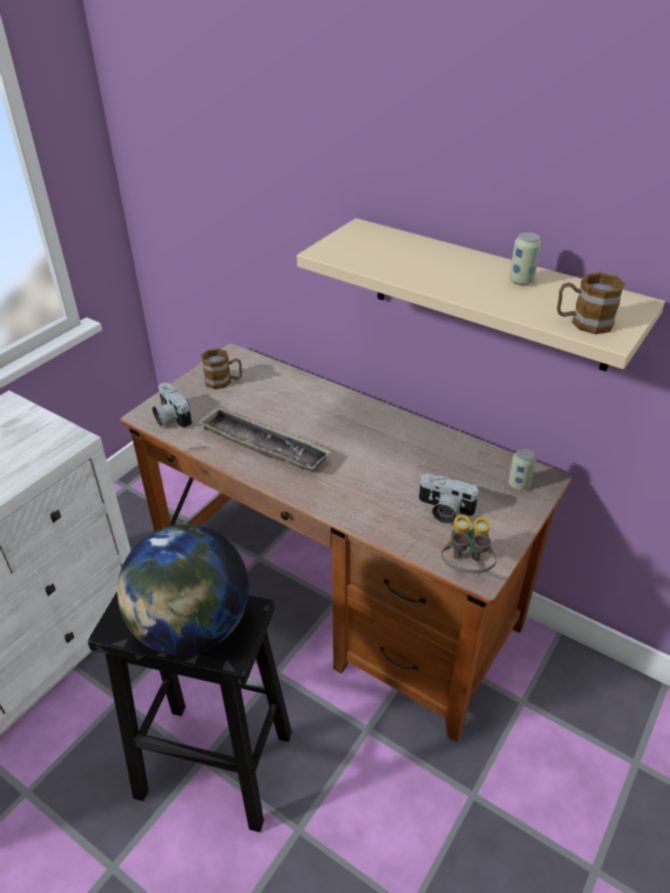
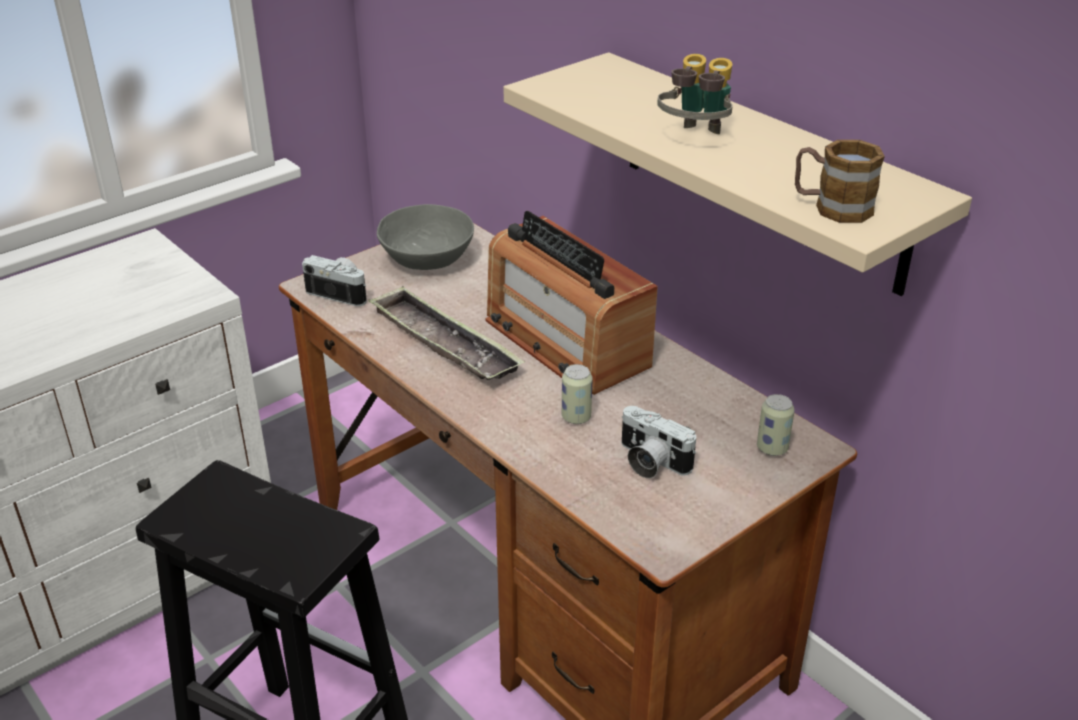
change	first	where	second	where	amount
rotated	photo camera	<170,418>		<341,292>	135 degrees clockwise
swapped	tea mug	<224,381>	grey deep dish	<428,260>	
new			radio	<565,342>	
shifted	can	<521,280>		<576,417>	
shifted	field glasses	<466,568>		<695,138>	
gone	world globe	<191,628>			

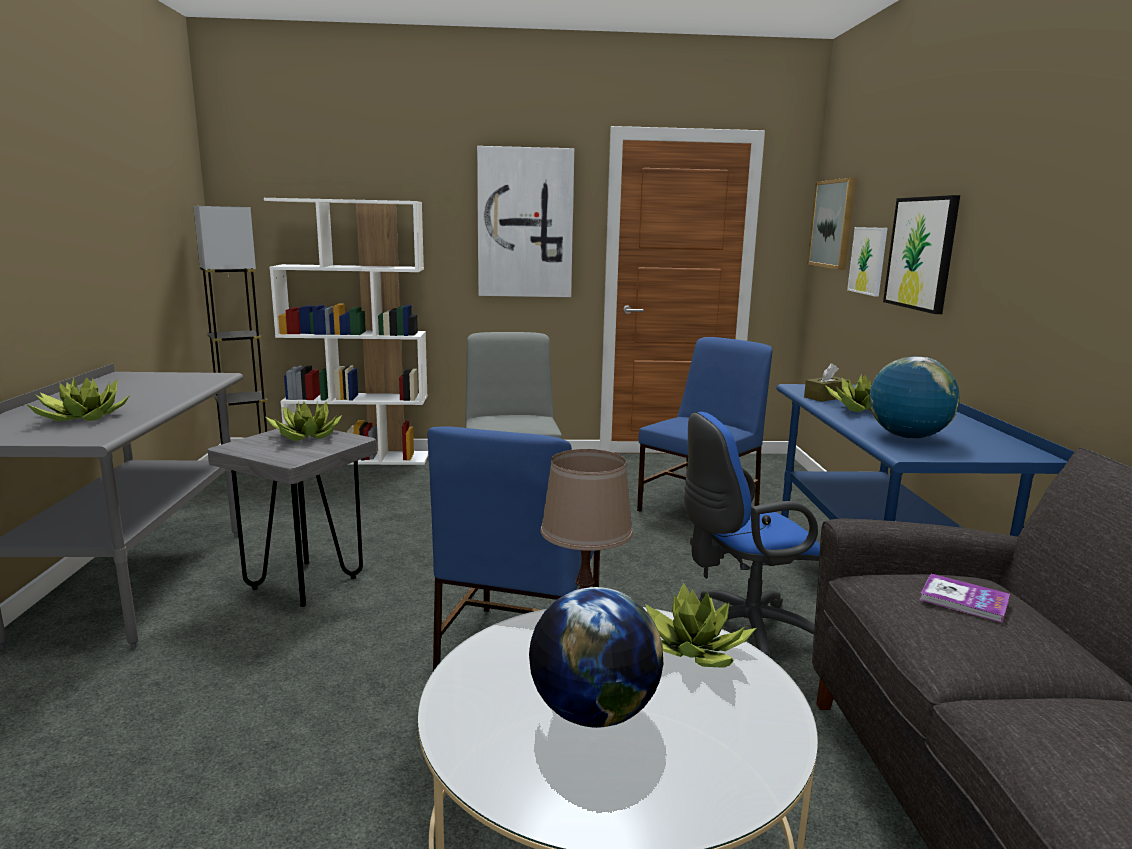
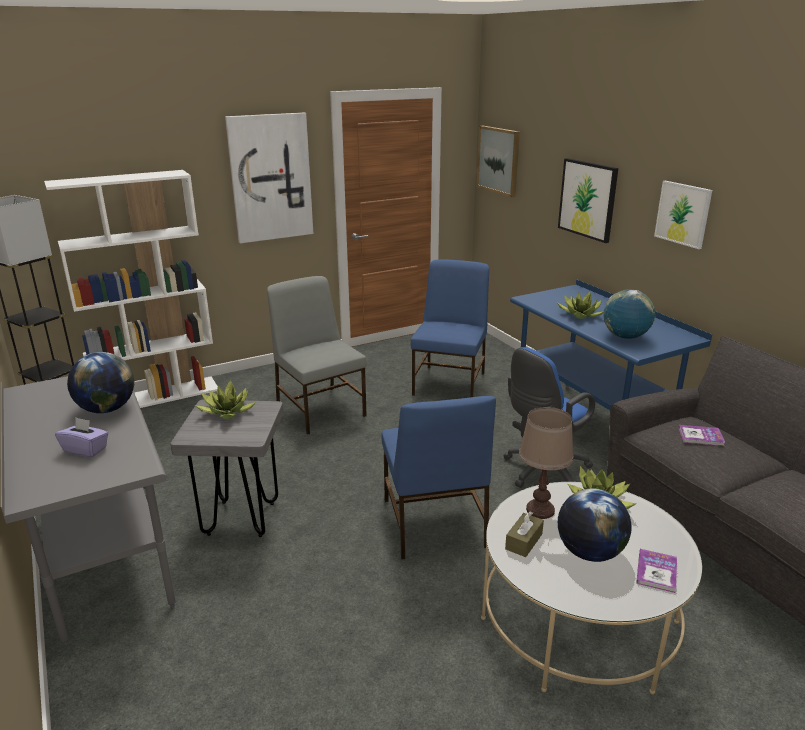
change	first	where	second	where	amount
swapped	potted plant	<80,417>	purplish box of tissues	<86,449>	
new			world globe	<106,409>	
shifted	brown box of tissues	<826,397>		<524,541>	
new			book	<656,571>	
shifted	picture	<868,260>		<683,214>	

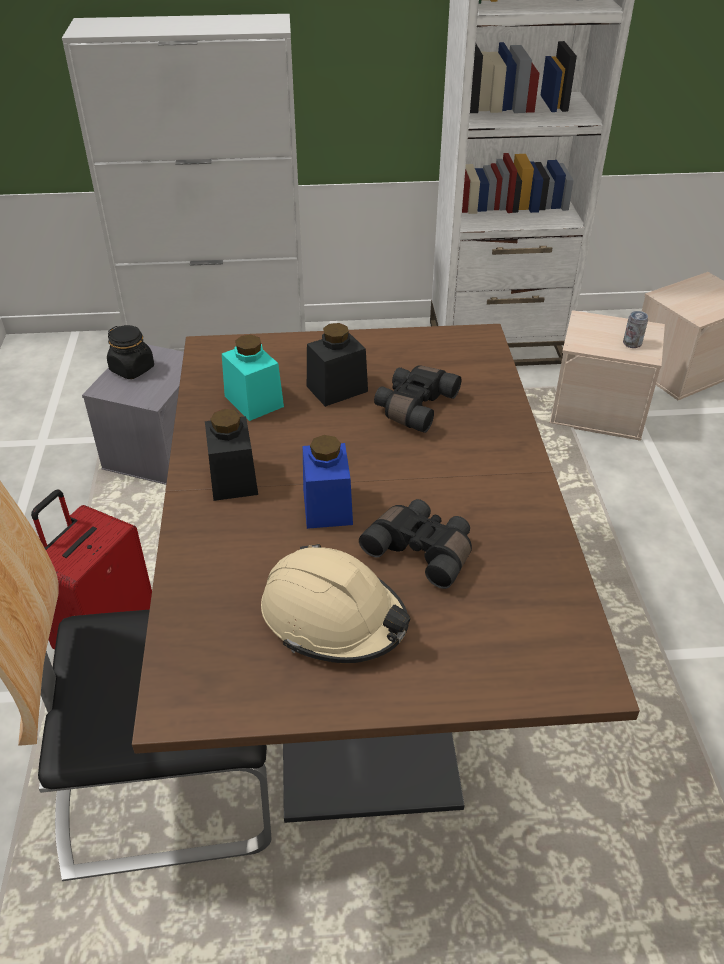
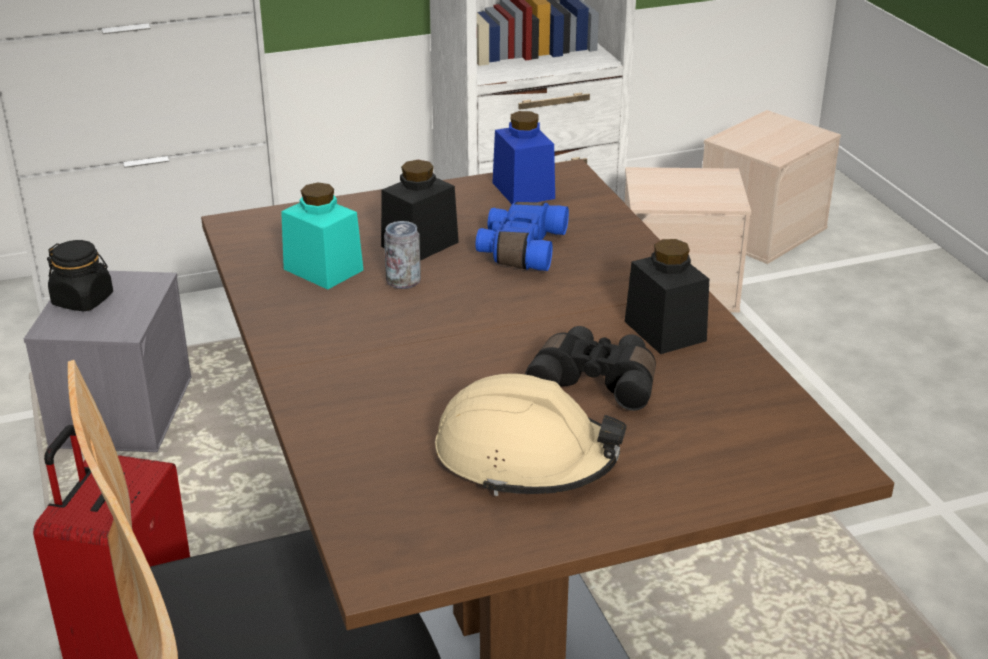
change	first	where	second	where	amount
shifted	can	<632,343>		<403,281>	
repainted	black-coloured field glasses	<413,406>	blue-coloured field glasses	<519,249>	
shifted	blue-coloured preserve jar	<327,506>		<523,190>	
shifted	black-coloured preserve jar	<233,479>		<665,331>	

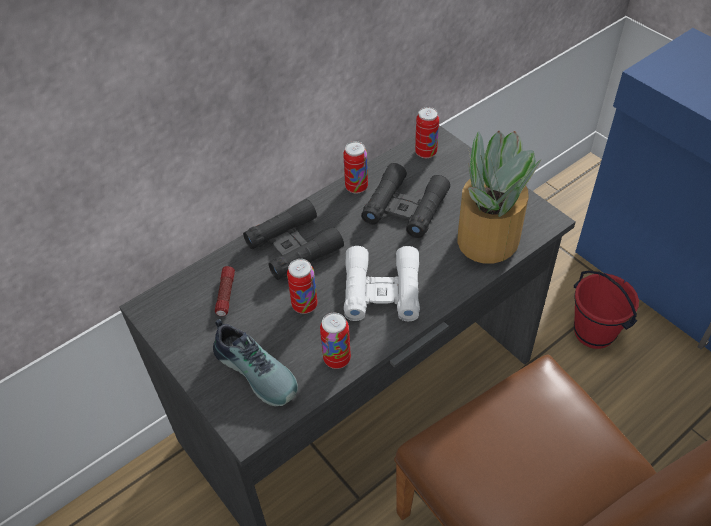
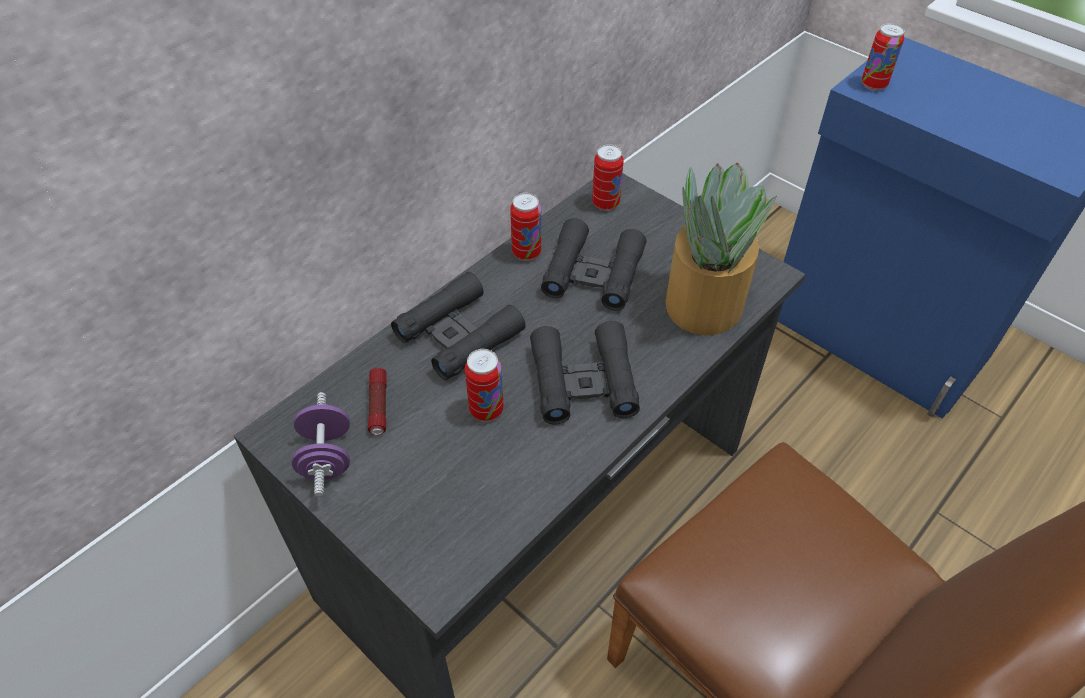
change	first	where	second	where	amount
new			purplish hand weight	<326,457>	
repainted	whitish field glasses	<382,290>	black-coloured field glasses	<583,381>	
shifted	can	<337,359>		<873,85>	
gone	shoe	<258,370>			
gone	reddish pail	<593,333>			

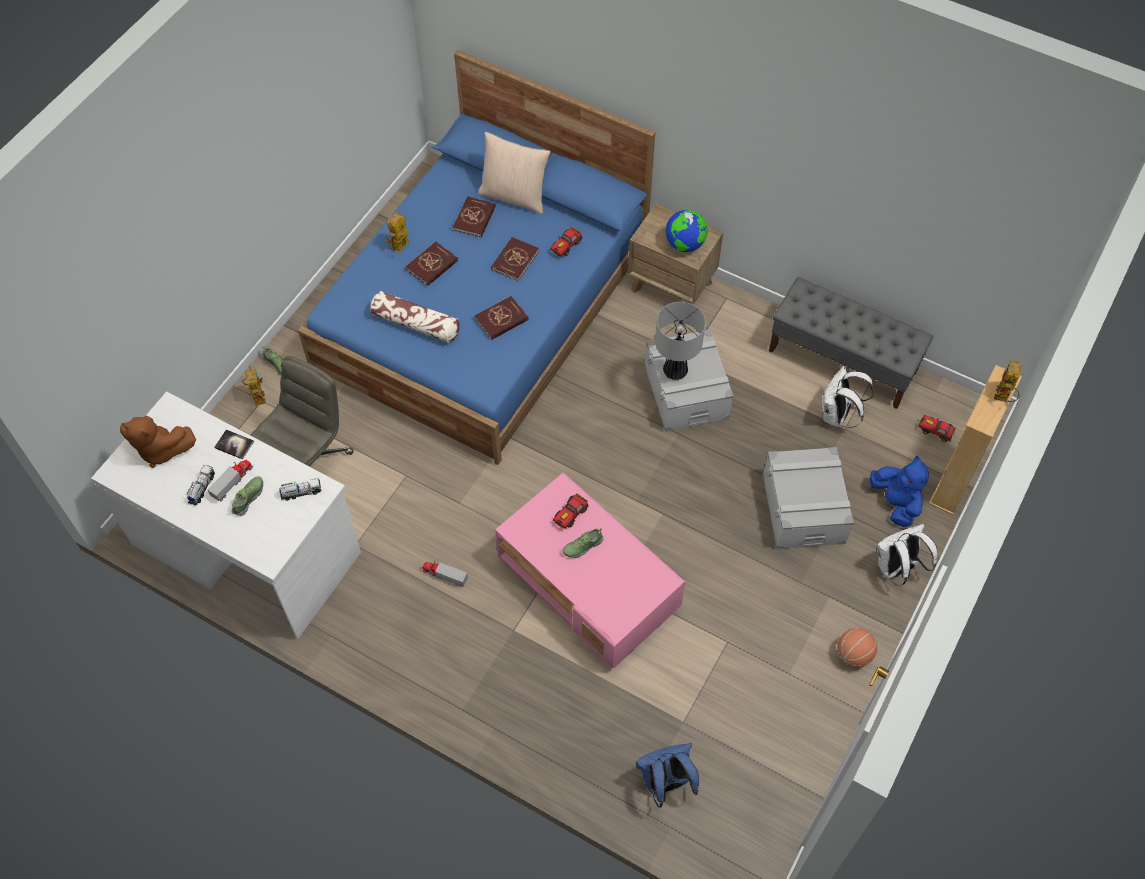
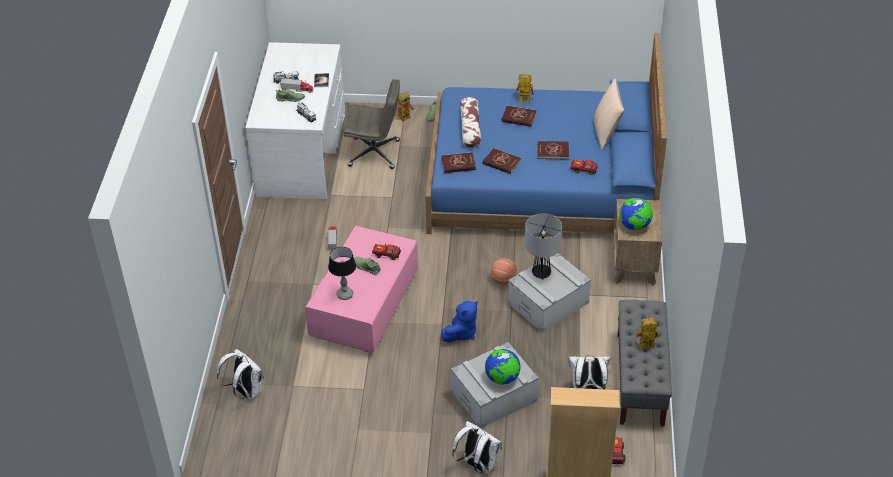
change	first	where	second	where	amount
repainted	blue-coloured backpack	<665,783>	whitish backpack	<245,391>	
new			table lamp	<344,294>	
shifted	reddish book	<474,218>		<458,164>	
shifted	blue-coloured plush toy	<895,502>		<461,333>	
new			world globe	<502,378>	
shifted	ball for basketball	<853,654>		<503,280>	
shifted	toy robot	<1002,398>		<643,346>	
gone	brown plush toy	<160,450>			

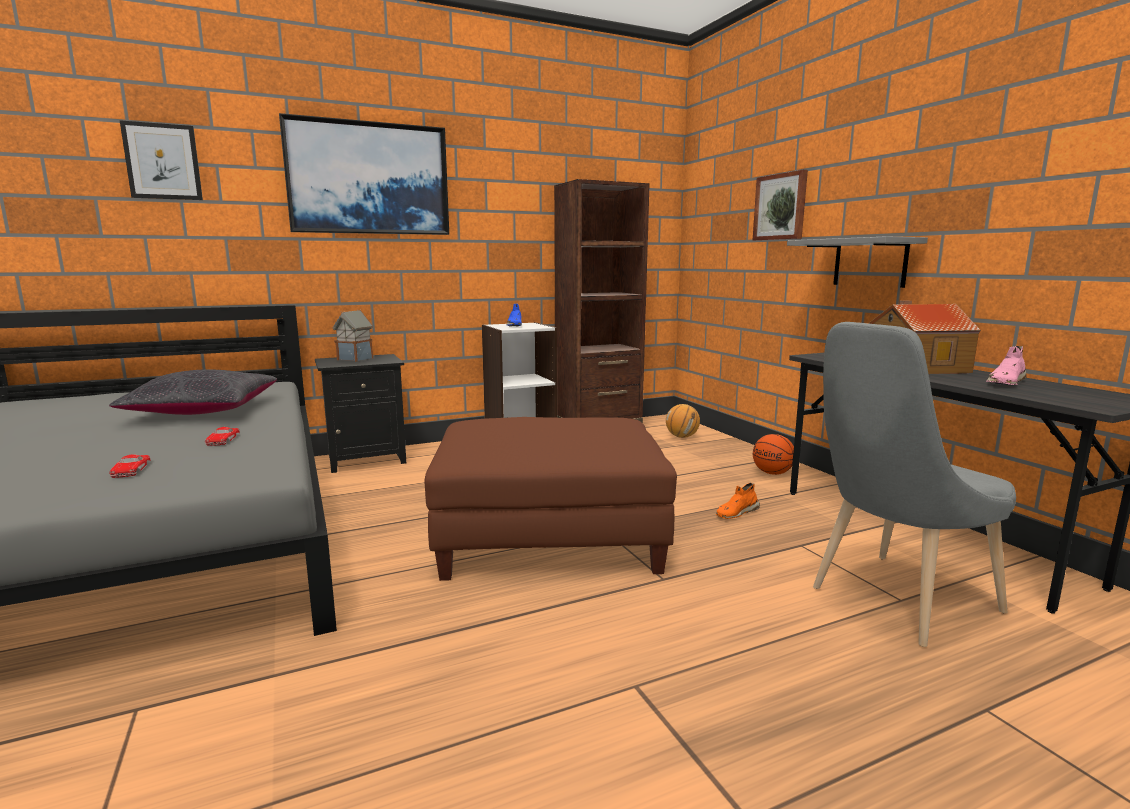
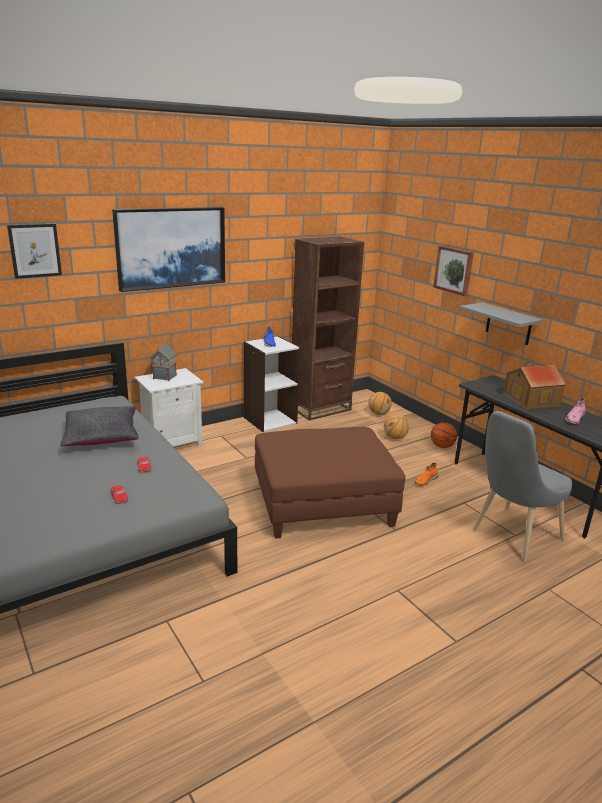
change	first	where	second	where	amount
repainted	black-coloured night table	<366,459>	whitish night table	<171,444>	
new			ball for basketball	<395,438>	

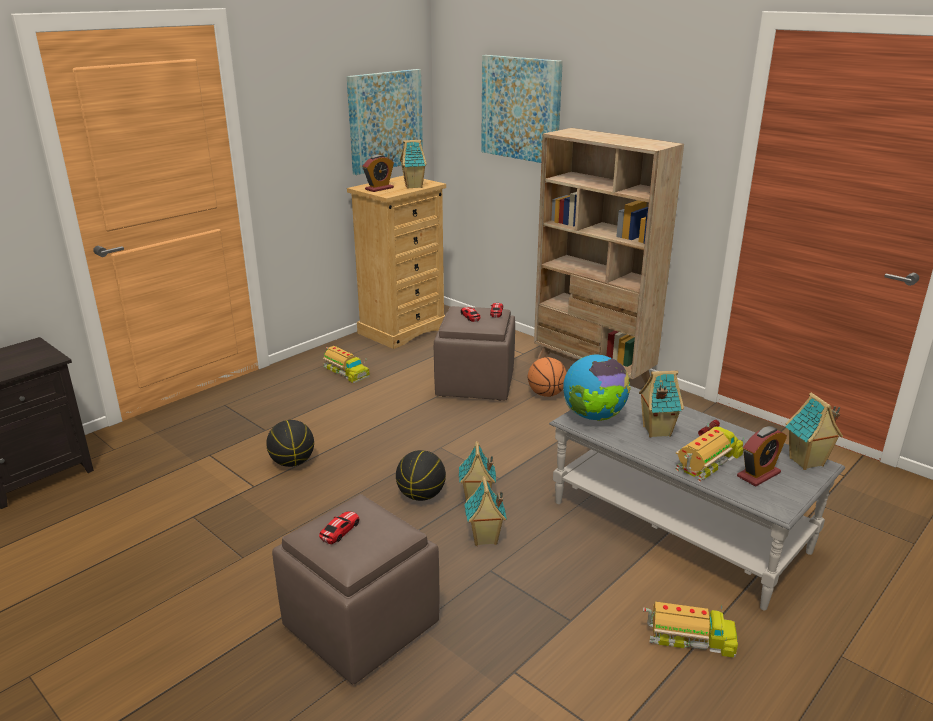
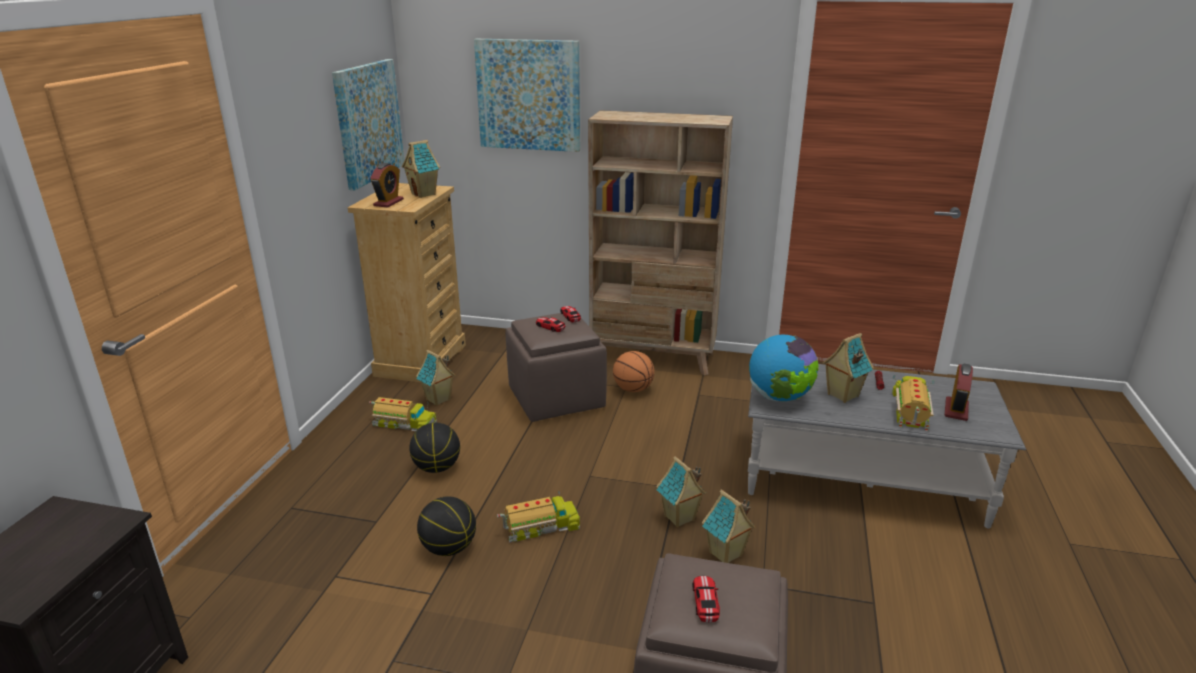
change	first	where	second	where	amount
shifted	ball for basketball	<421,495>		<437,467>	
shifted	model house	<806,462>		<438,400>	
shifted	model truck	<690,638>		<541,527>	

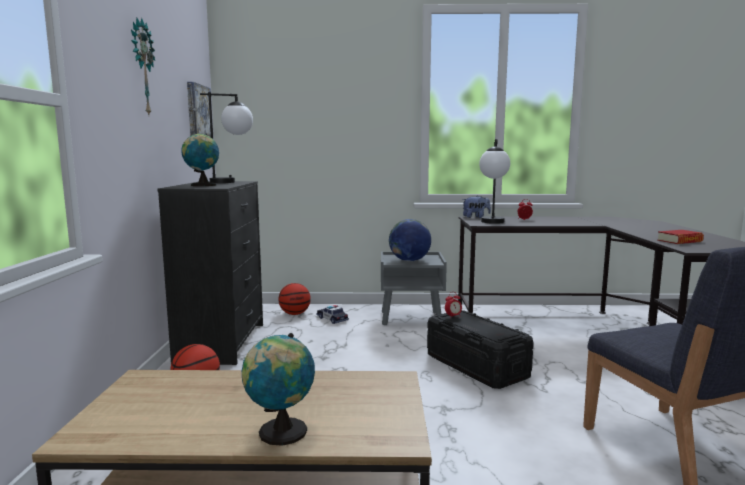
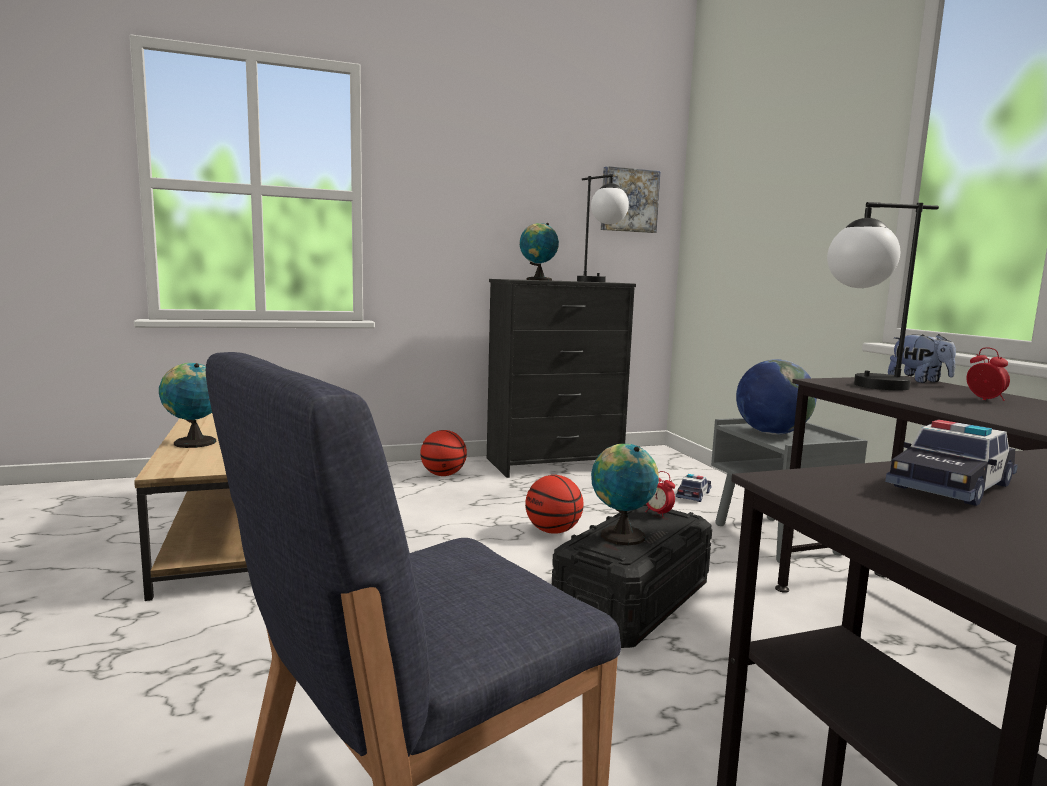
change	first	where	second	where	amount
shifted	ball for basketball	<295,314>		<553,531>	
new			world globe	<620,535>	
swapped	book	<679,241>	miniature car	<951,485>	
gone	clock on the wall	<141,68>			

